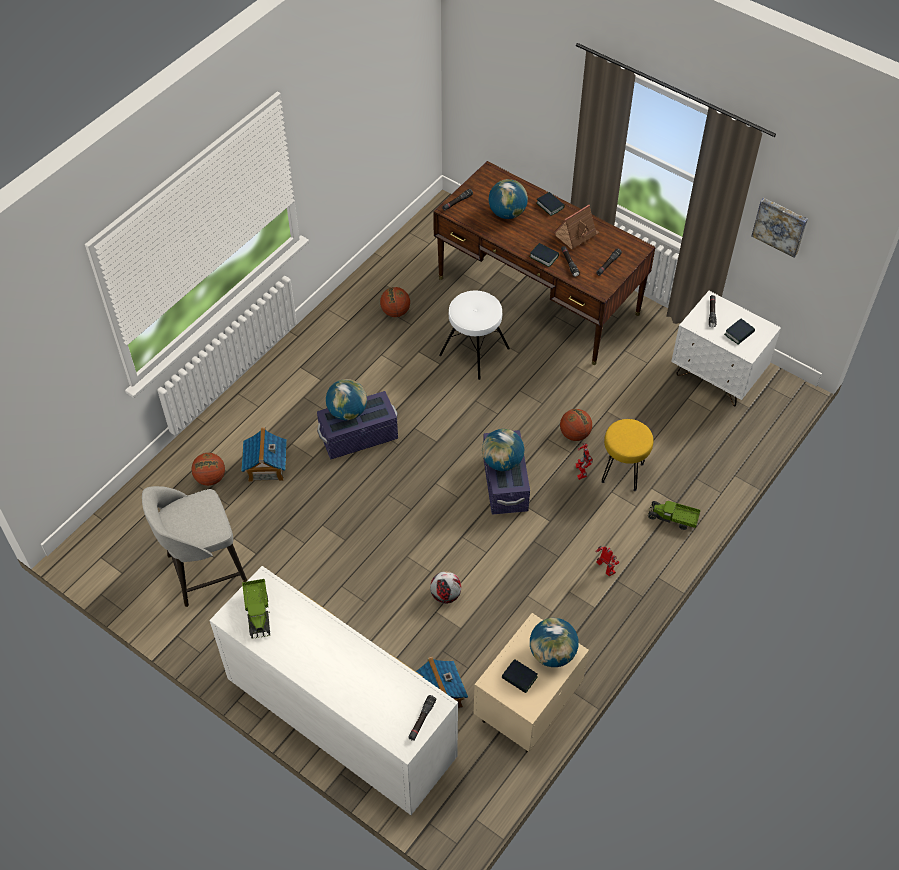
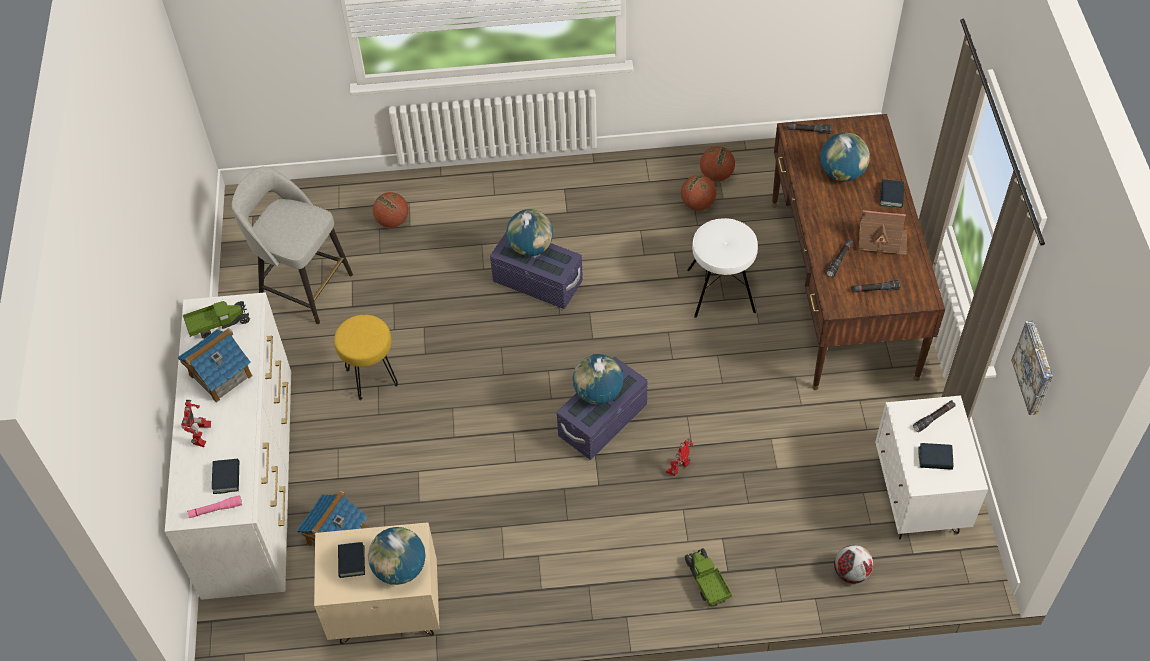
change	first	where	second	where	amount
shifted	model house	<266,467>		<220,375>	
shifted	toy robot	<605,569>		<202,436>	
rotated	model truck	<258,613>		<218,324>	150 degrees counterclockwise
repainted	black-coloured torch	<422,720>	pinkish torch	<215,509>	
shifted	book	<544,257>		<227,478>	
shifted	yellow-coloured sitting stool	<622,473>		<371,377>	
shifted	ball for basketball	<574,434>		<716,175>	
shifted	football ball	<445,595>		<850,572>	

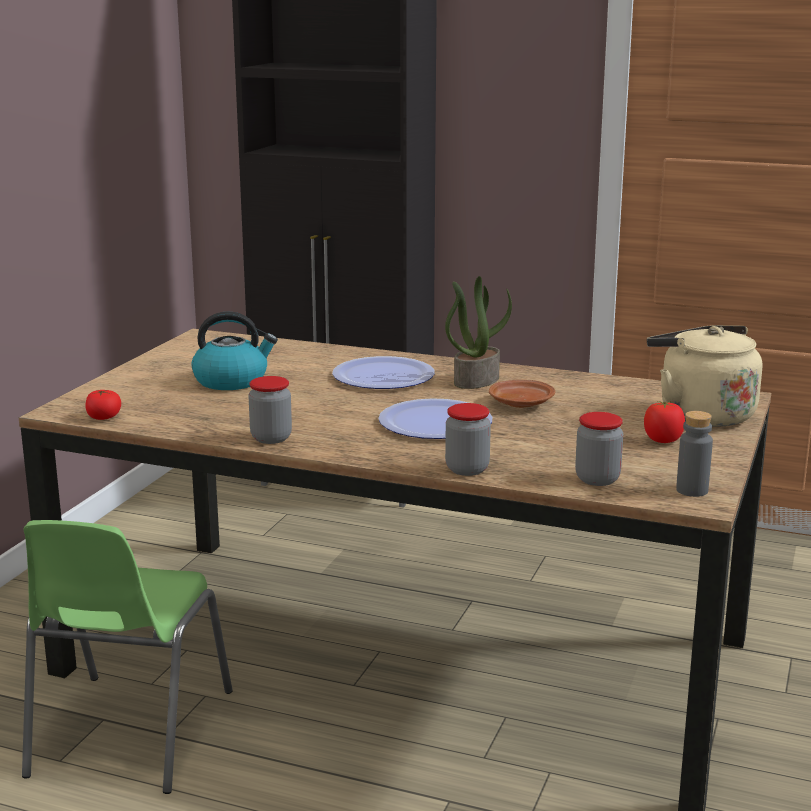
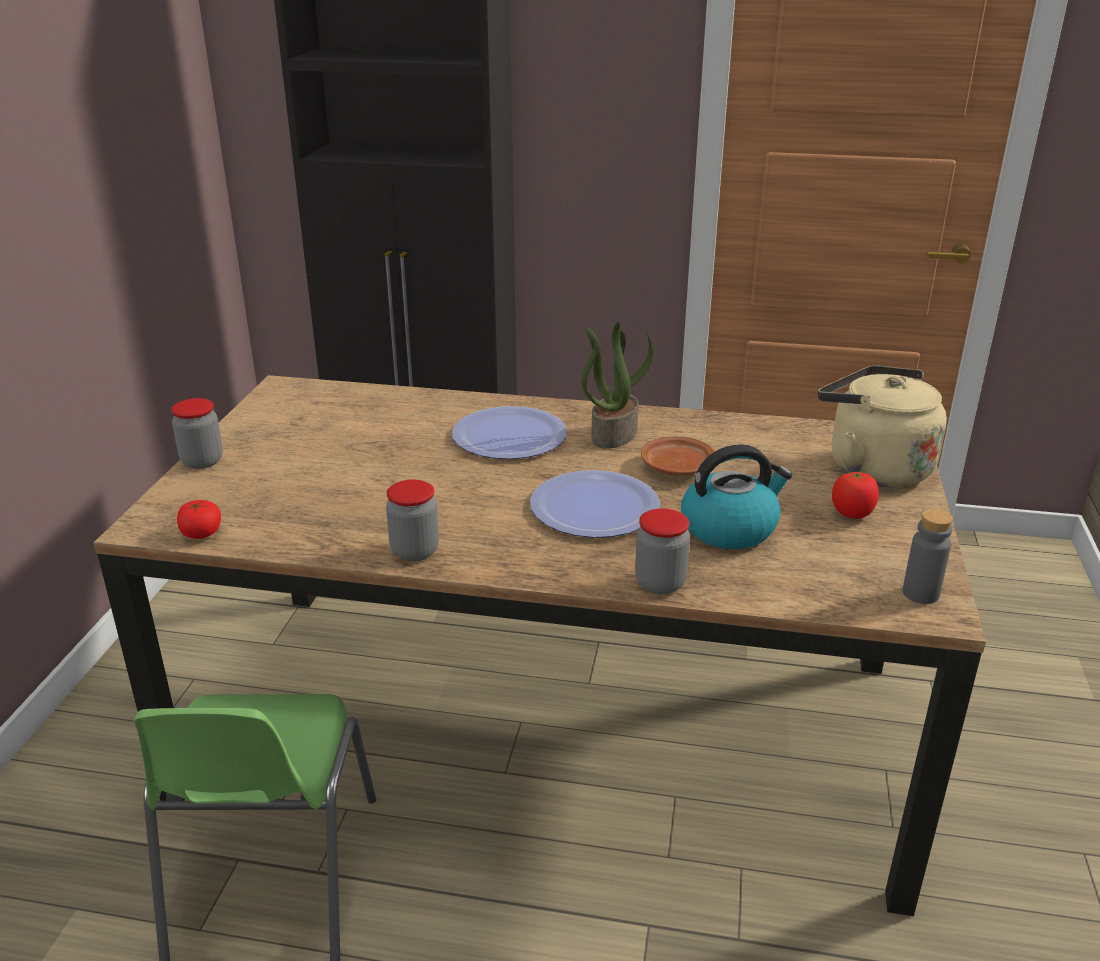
change	first	where	second	where	amount
shifted	preserve jar	<597,479>		<202,461>	
shifted	kettle	<232,381>		<730,528>	

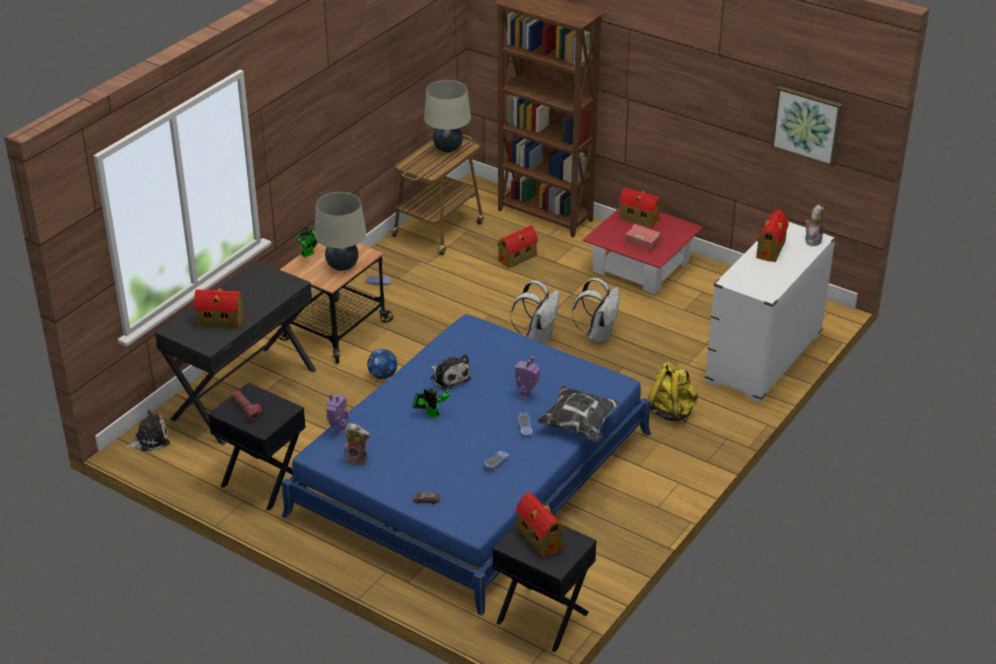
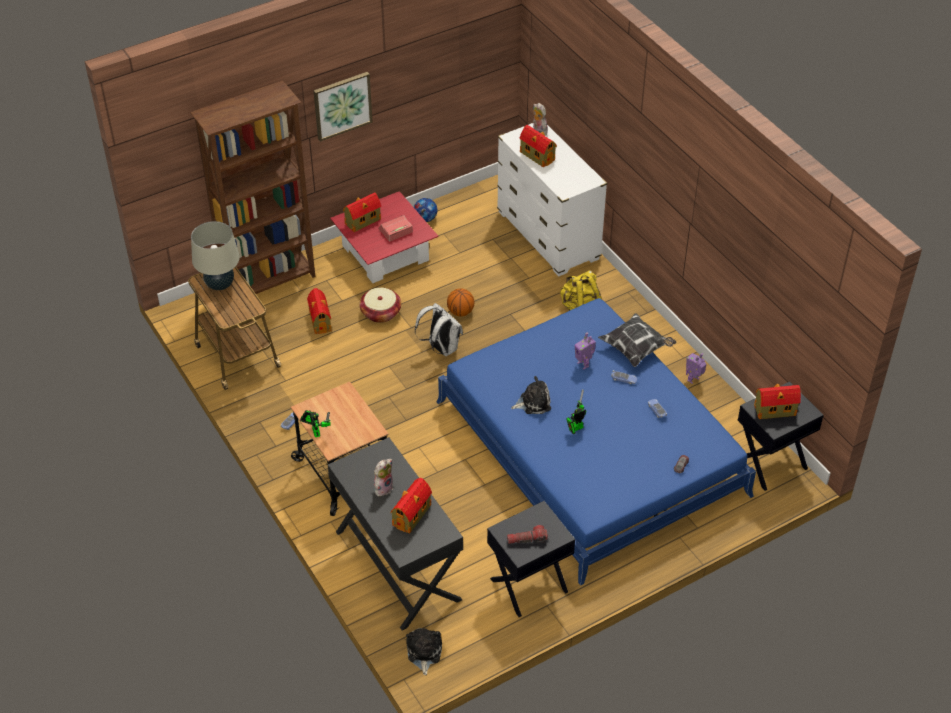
change	first	where	second	where	amount
shifted	picture	<807,125>		<342,105>	
new			basket	<381,313>	
shifted	plush toy	<357,459>		<383,487>	
shifted	football ball	<383,376>		<425,219>	
swapped	whitish backpack	<598,335>	ball for basketball	<460,312>	
shifted	toy robot	<337,430>		<693,380>	
gone	beige-coloured table lamp	<342,266>			

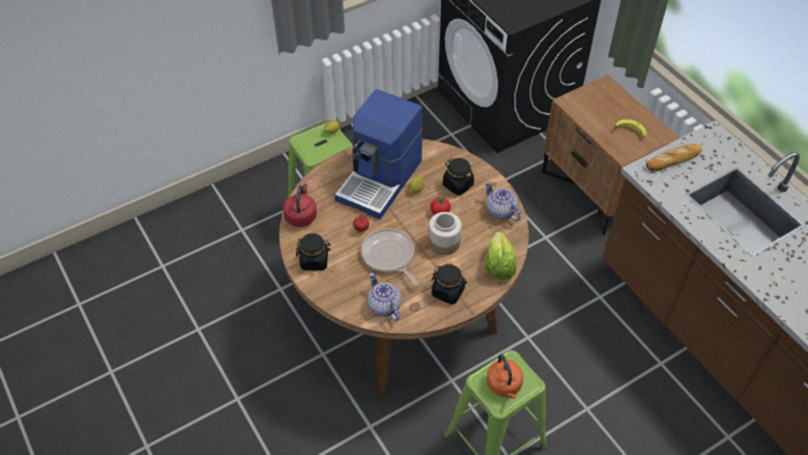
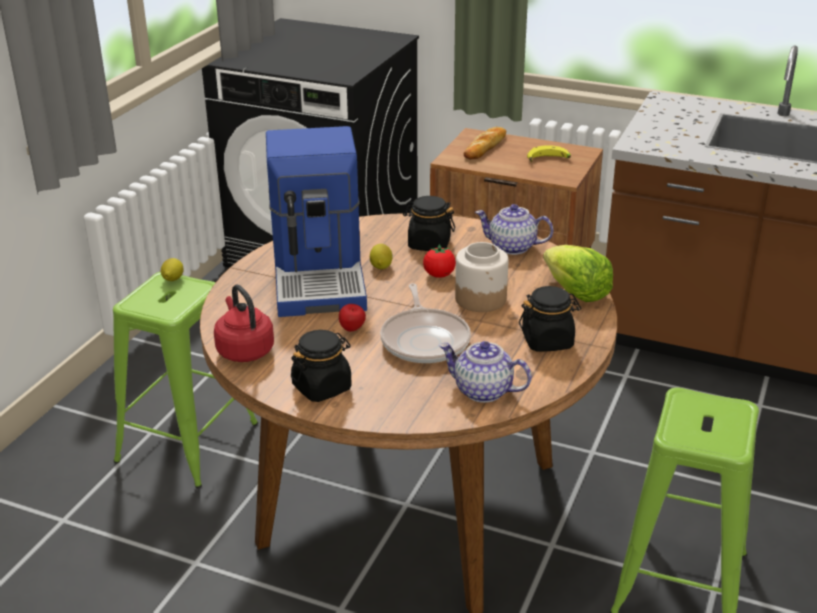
change	first	where	second	where	amount
rotated	frying pan	<389,256>		<425,340>	120 degrees counterclockwise
shifted	bread	<673,159>		<485,147>	
gone	orange-coloured kettle	<504,386>			

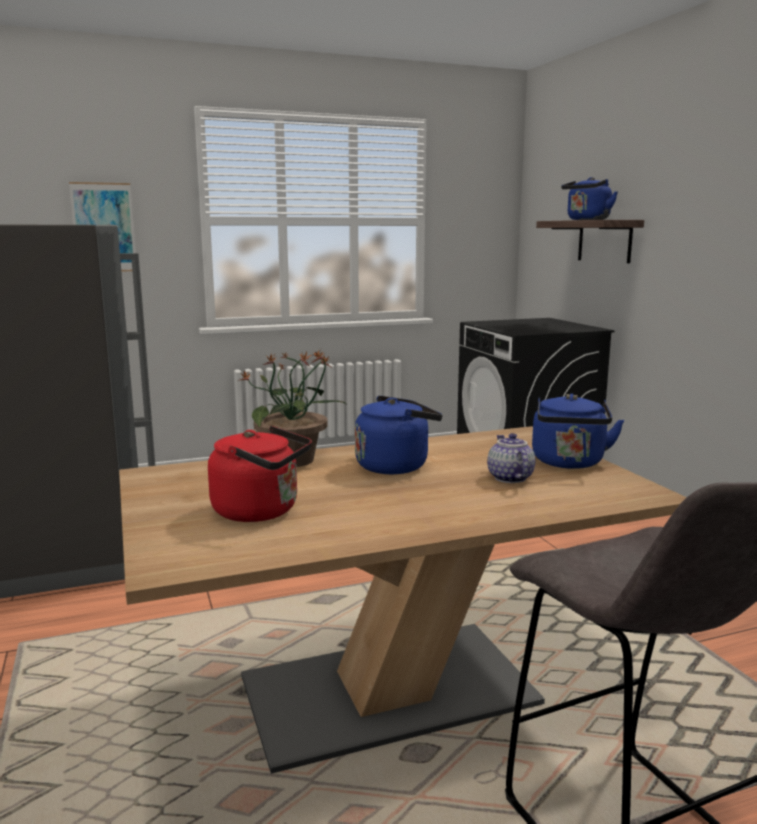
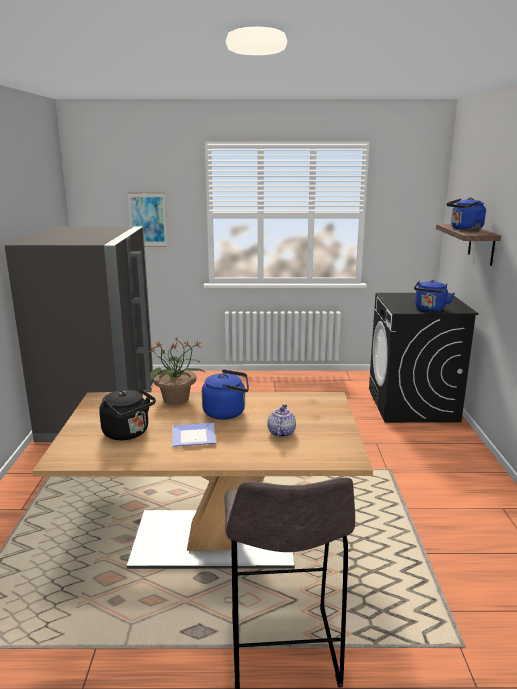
change	first	where	second	where	amount
repainted	reddish kettle	<261,511>	black-coloured kettle	<128,433>	
new			flat dish	<195,437>	
shifted	blue-coloured kettle	<569,463>		<430,309>	

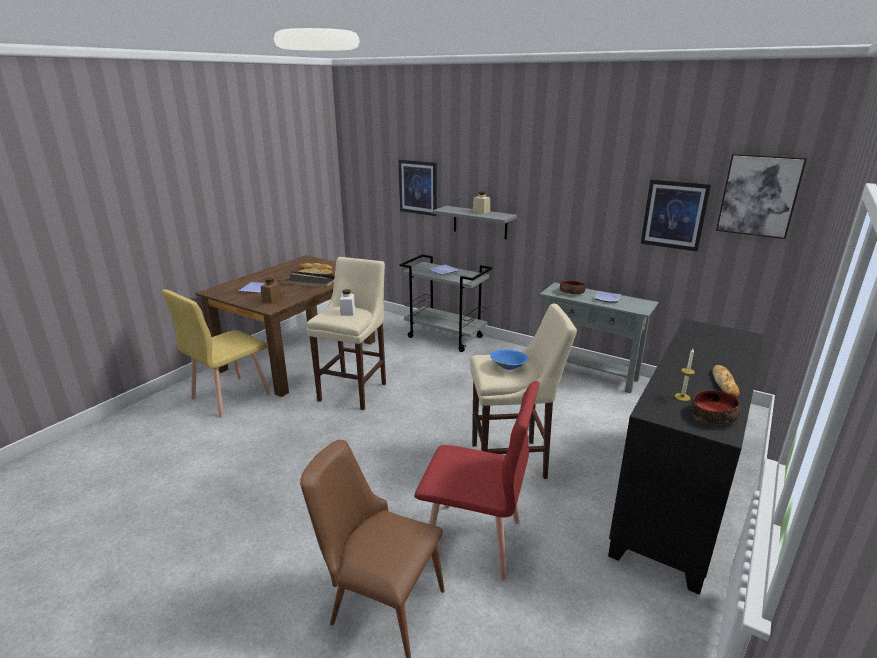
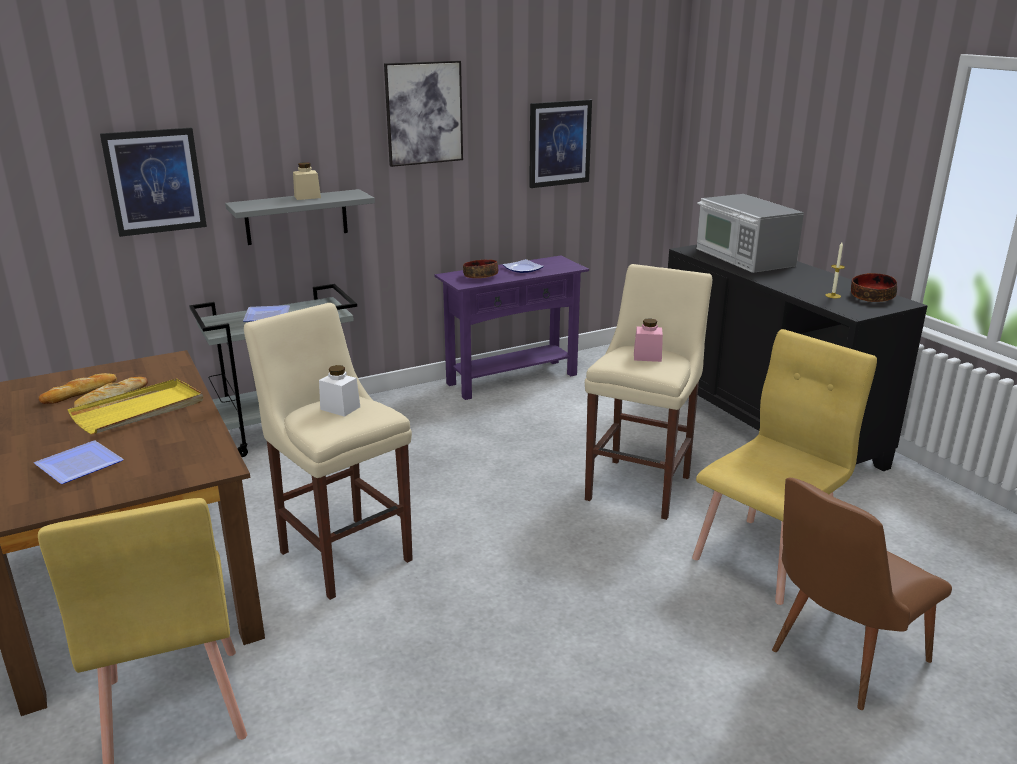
change	first	where	second	where	amount
repainted	black-coloured carrying tray	<309,282>	yellow-coloured carrying tray	<139,410>	
shifted	picture	<759,195>		<424,113>	
repainted	grey console table	<588,374>	purplish console table	<512,379>	
swapped	blue-coloured deep dish	<508,366>	pinkish preserve jar	<647,356>	
repainted	reddish chair	<474,540>	yellow-coloured chair	<765,558>	
new			kitchen microwave	<743,257>	
gone	brown preserve jar	<272,300>			
gone	bread	<724,384>			

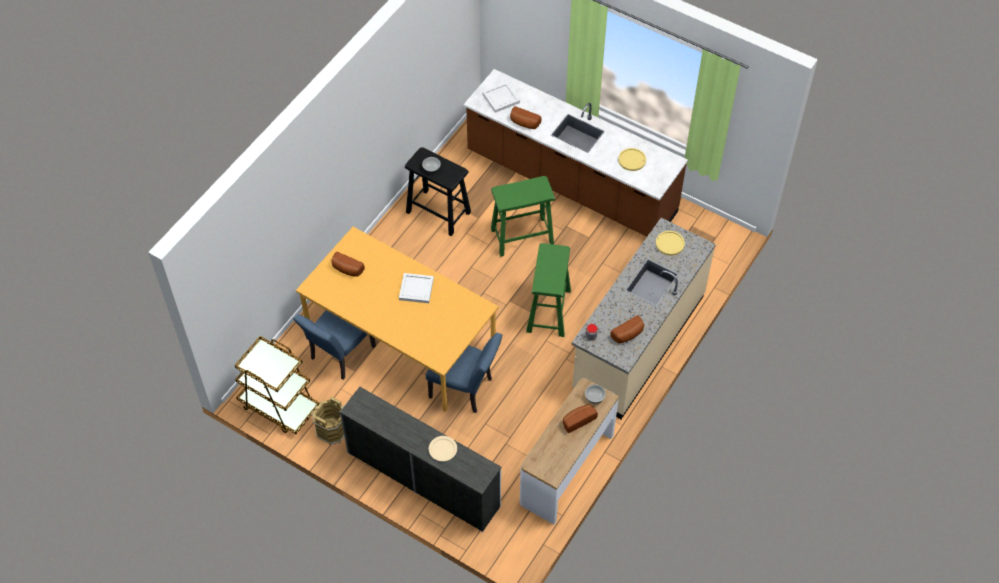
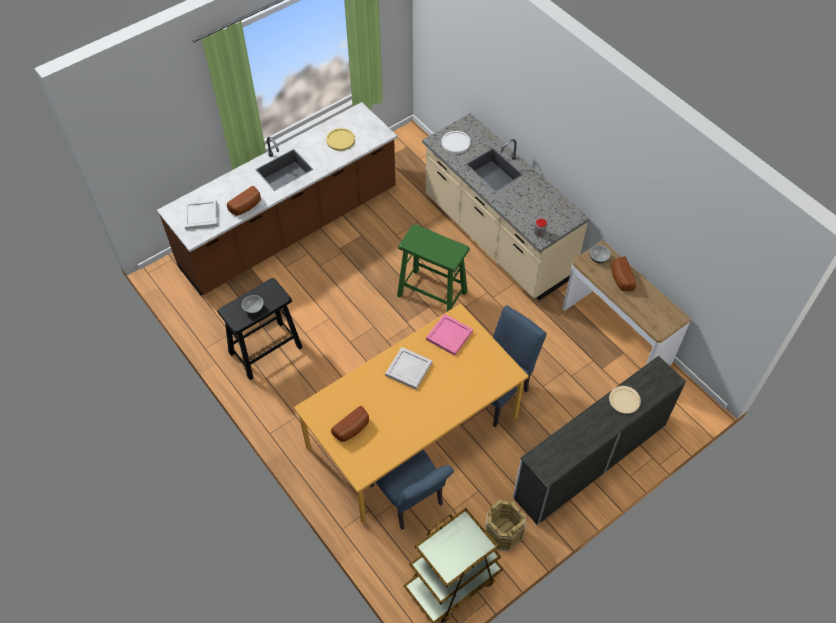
change	first	where	second	where	amount
new			pinkish carrying tray	<450,335>	
repainted	yellow-coloured flat dish	<670,243>	whitish flat dish	<456,143>	
gone	greenish sitting stool	<522,236>			
gone	bread	<628,335>			

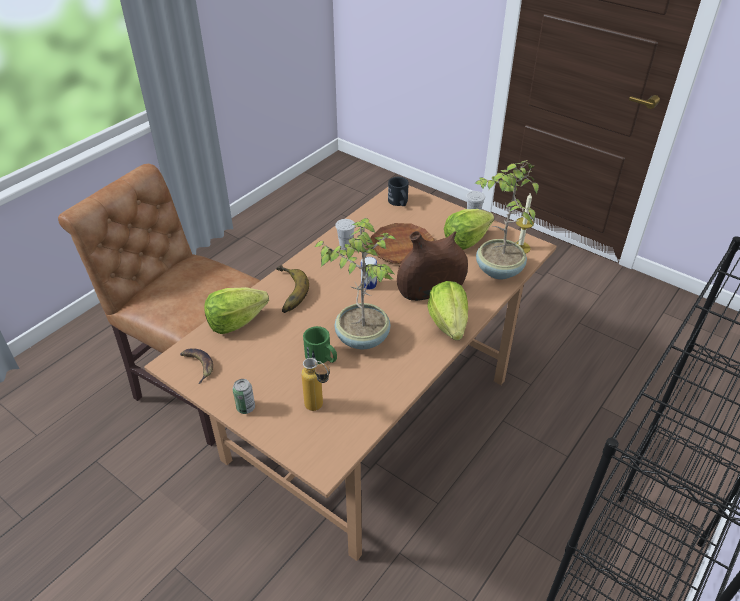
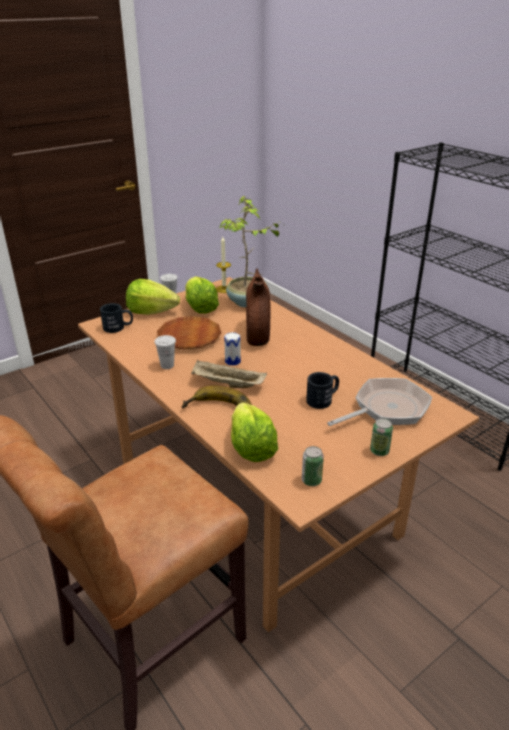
change	first	where	second	where	amount
shifted	lettuce	<448,324>		<151,311>	
new			beige-coloured carrying tray	<227,384>	
swapped	whole banana	<198,365>	can	<311,480>	
repainted	greenish tea mug	<322,357>	black-coloured tea mug	<323,399>	
swapped	drink bottle	<319,409>	frying pan	<386,408>	
gone	potted plant	<362,337>			

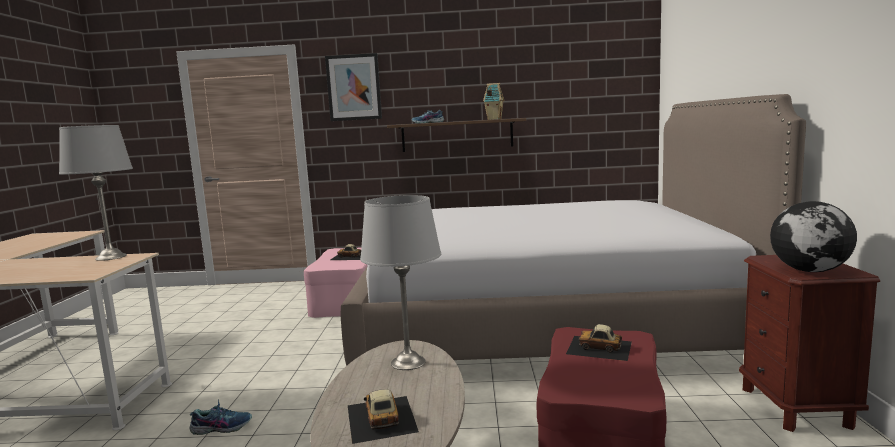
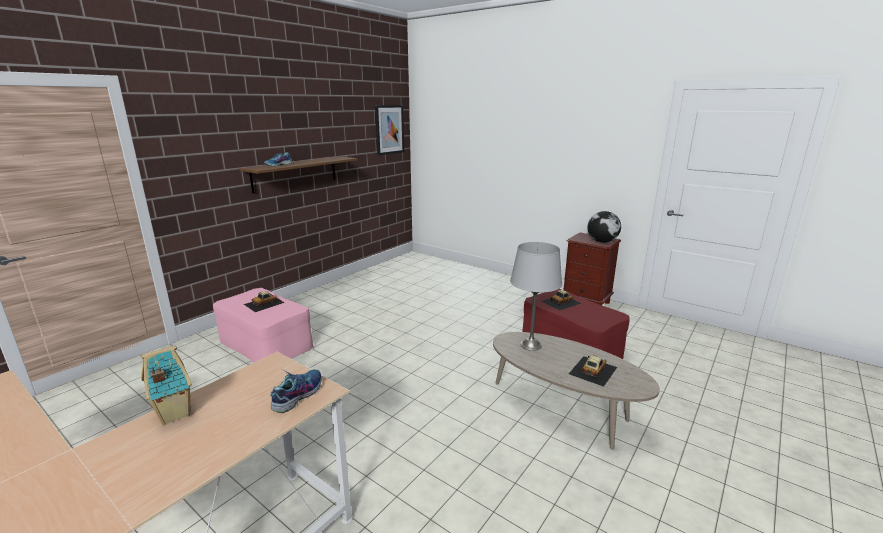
change	first	where	second	where	amount
shifted	model house	<494,119>		<173,414>	
shifted	shoe	<222,427>		<298,395>	
shifted	picture	<354,87>		<389,129>	
rotated	miniature car	<381,418>		<592,370>	105 degrees clockwise
gone	grey table lamp	<111,257>			
gone	sleeping bed	<545,325>			

